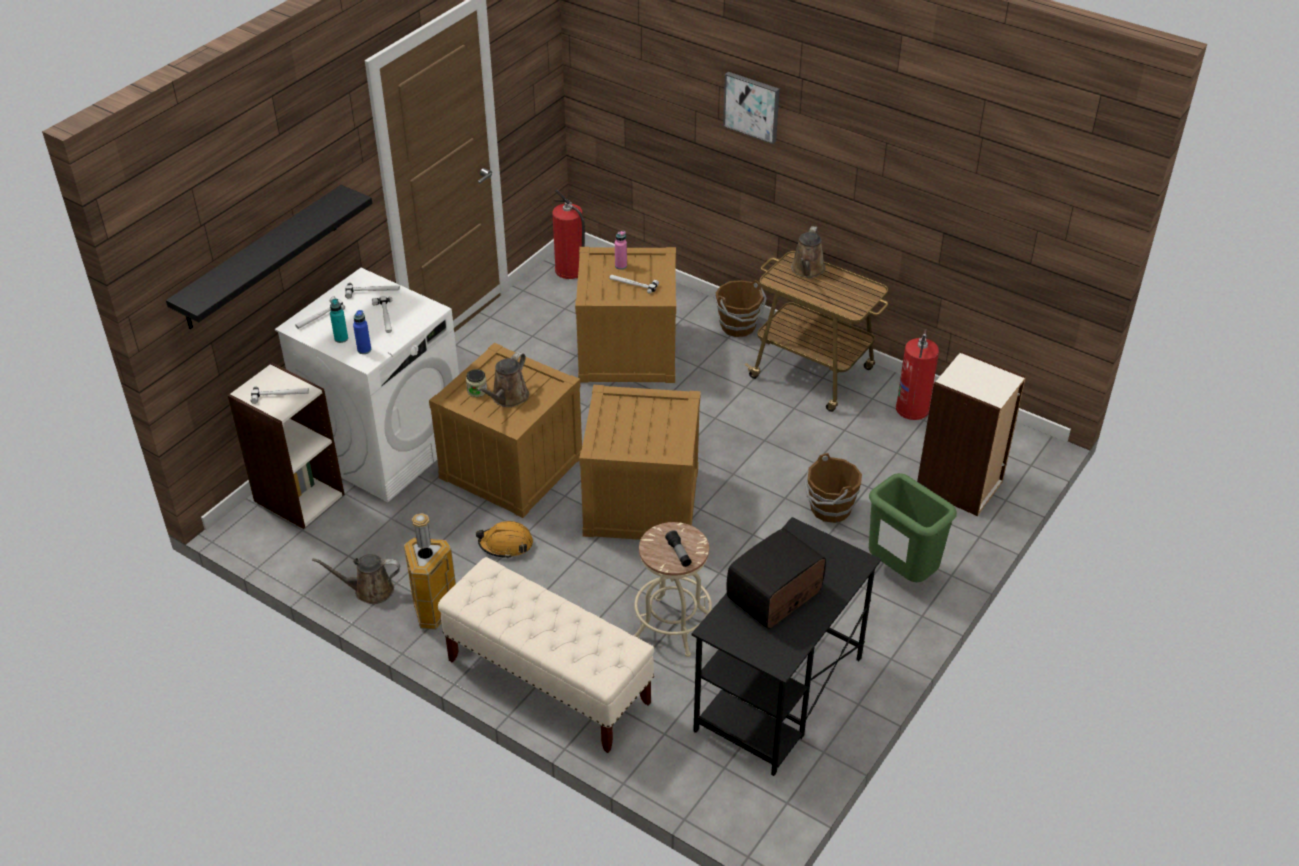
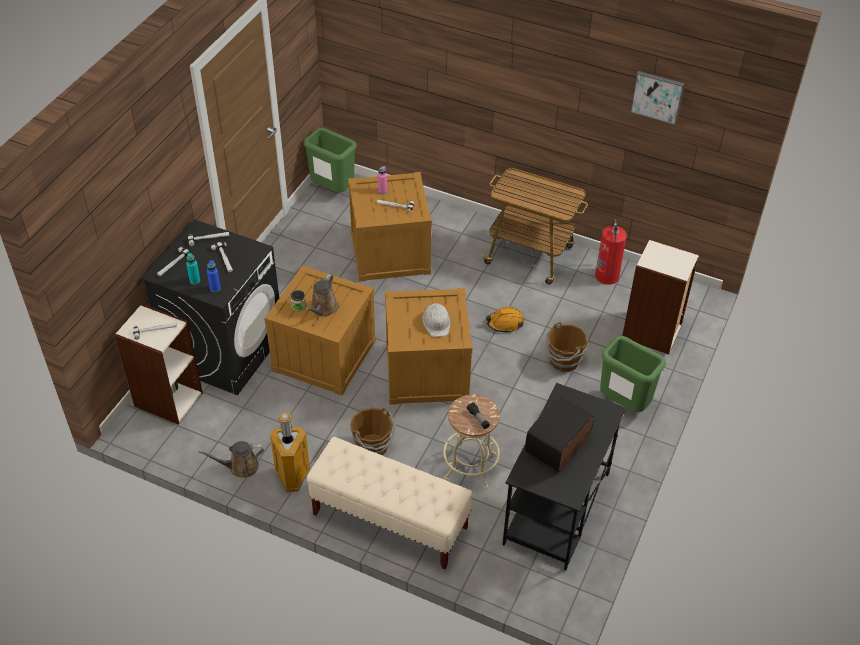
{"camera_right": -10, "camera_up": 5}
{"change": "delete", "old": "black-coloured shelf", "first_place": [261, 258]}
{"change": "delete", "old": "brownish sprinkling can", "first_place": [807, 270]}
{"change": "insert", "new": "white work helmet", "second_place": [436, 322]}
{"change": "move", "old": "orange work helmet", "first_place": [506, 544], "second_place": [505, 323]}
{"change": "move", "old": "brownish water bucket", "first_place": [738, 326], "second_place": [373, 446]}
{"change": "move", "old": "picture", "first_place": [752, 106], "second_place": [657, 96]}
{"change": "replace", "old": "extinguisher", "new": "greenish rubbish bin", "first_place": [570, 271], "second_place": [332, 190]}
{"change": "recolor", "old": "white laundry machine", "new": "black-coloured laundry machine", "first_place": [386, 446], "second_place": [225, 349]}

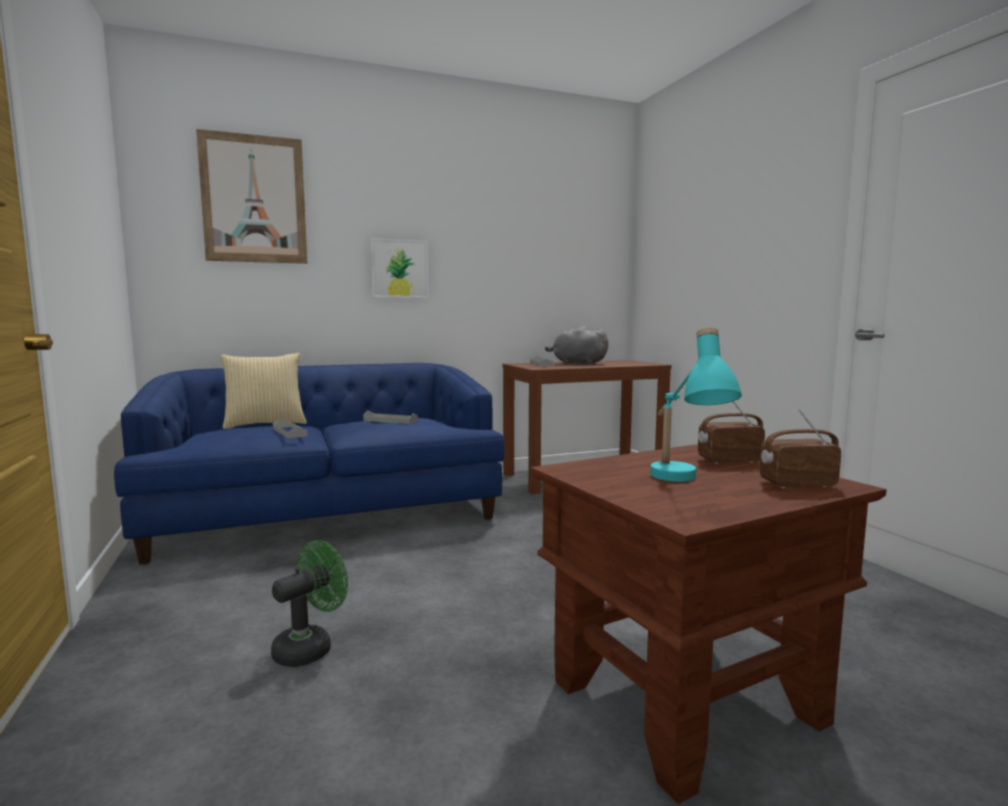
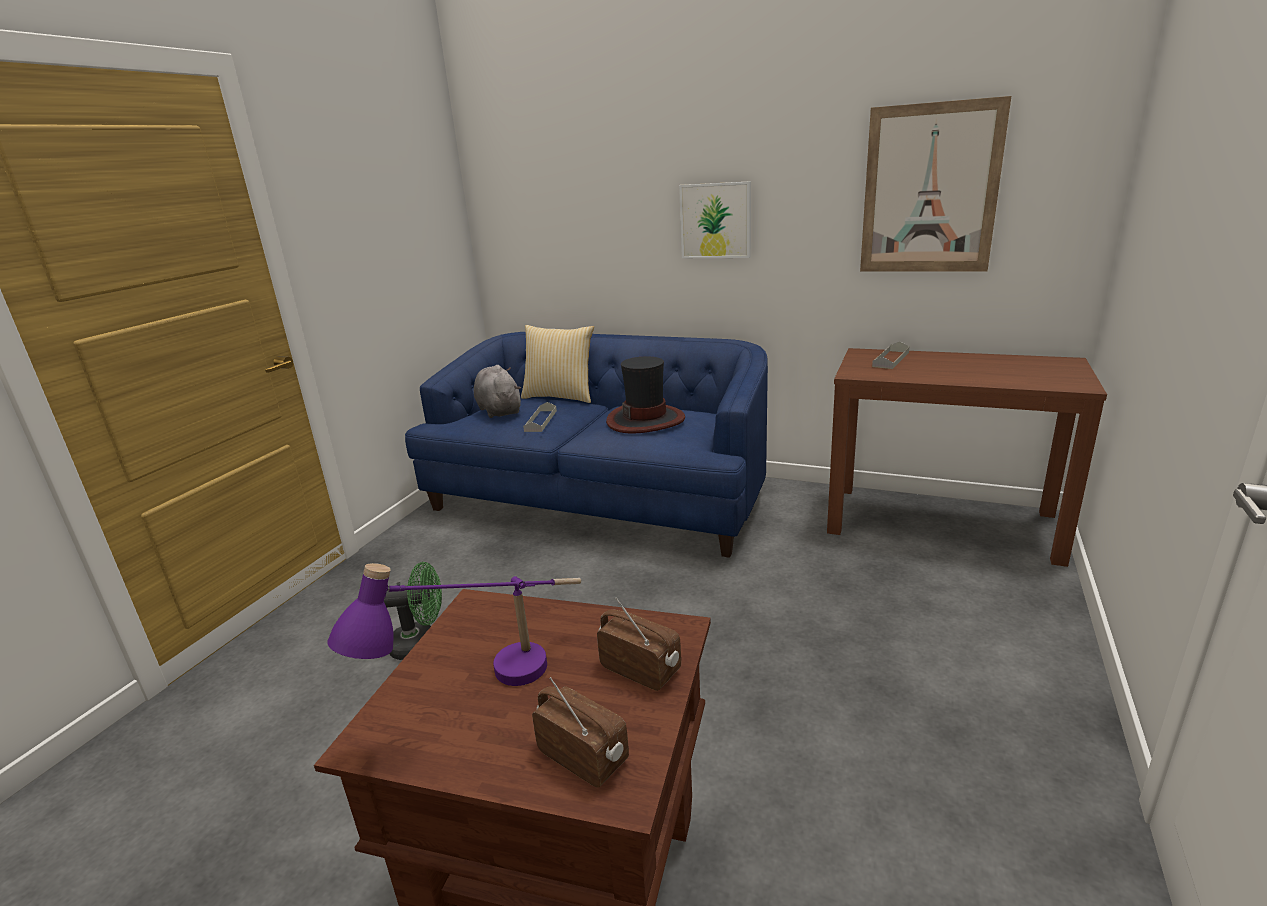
{"camera_right": 45, "camera_up": 15}
{"change": "move", "old": "picture", "first_place": [254, 199], "second_place": [929, 190]}
{"change": "move", "old": "greyish soft toy", "first_place": [577, 363], "second_place": [499, 410]}
{"change": "replace", "old": "greyish tray", "new": "hat", "first_place": [390, 420], "second_place": [646, 420]}
{"change": "recolor", "old": "blue-green table lamp", "new": "purple table lamp", "first_place": [680, 485], "second_place": [487, 688]}

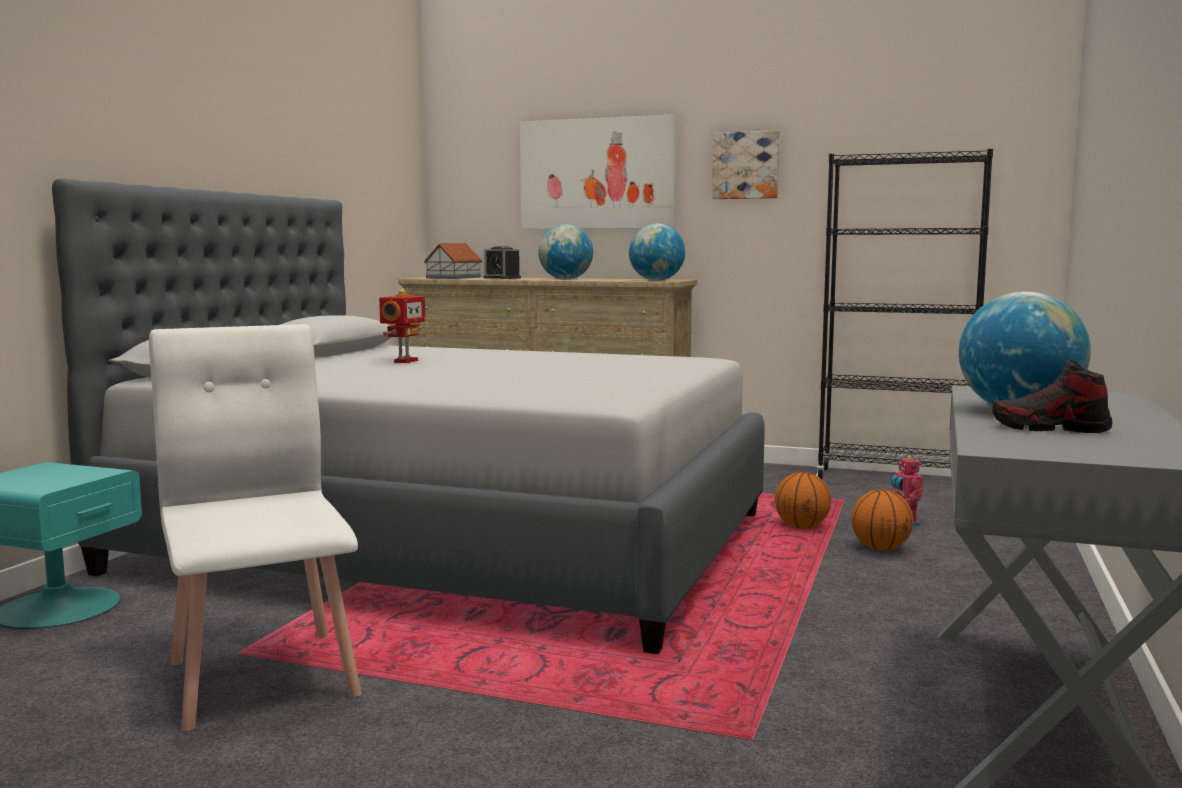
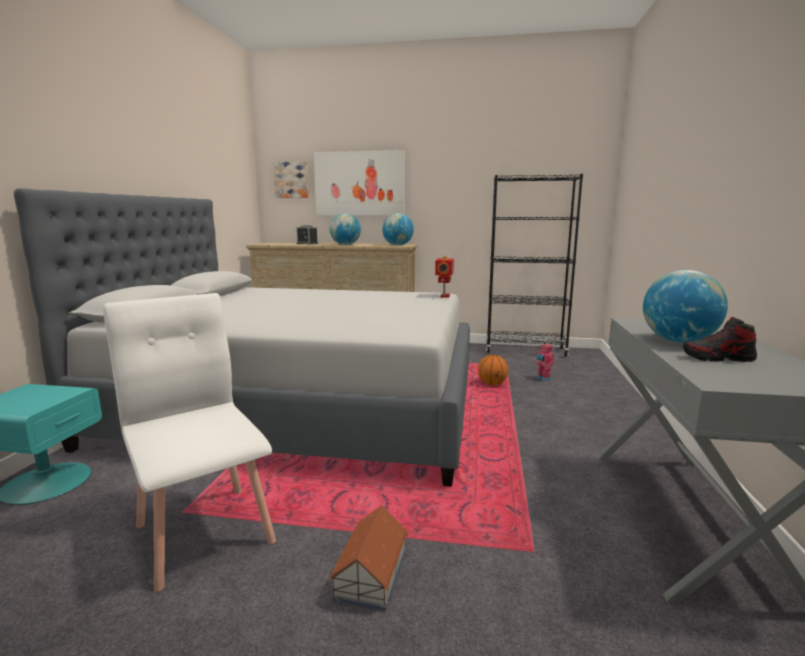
{"camera_right": -10, "camera_up": 5}
{"change": "delete", "old": "basketball", "first_place": [880, 548]}
{"change": "move", "old": "robot figure", "first_place": [404, 361], "second_place": [444, 296]}
{"change": "move", "old": "toy house", "first_place": [453, 278], "second_place": [370, 576]}
{"change": "move", "old": "picture", "first_place": [746, 165], "second_place": [292, 180]}

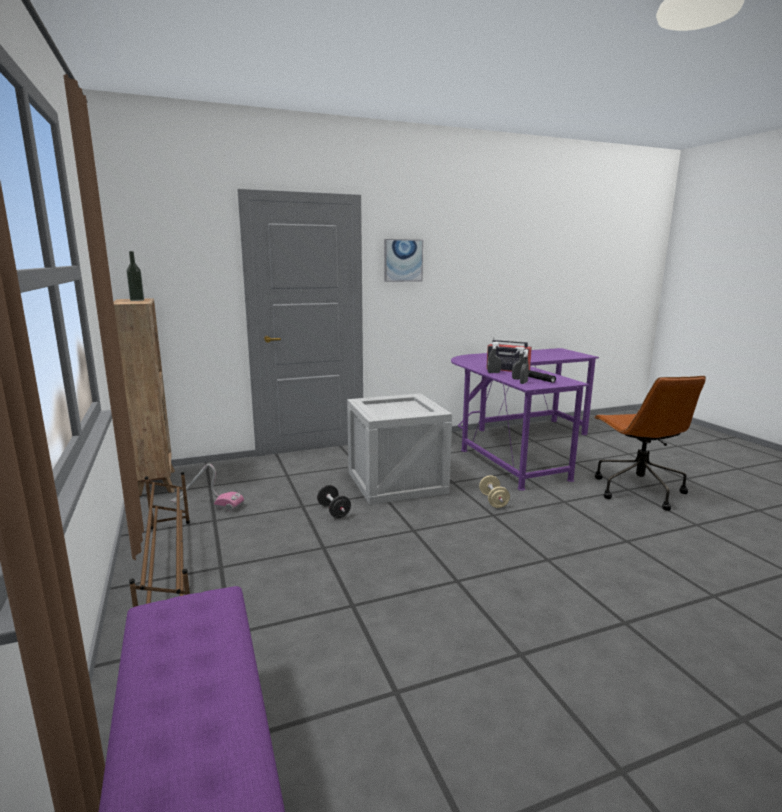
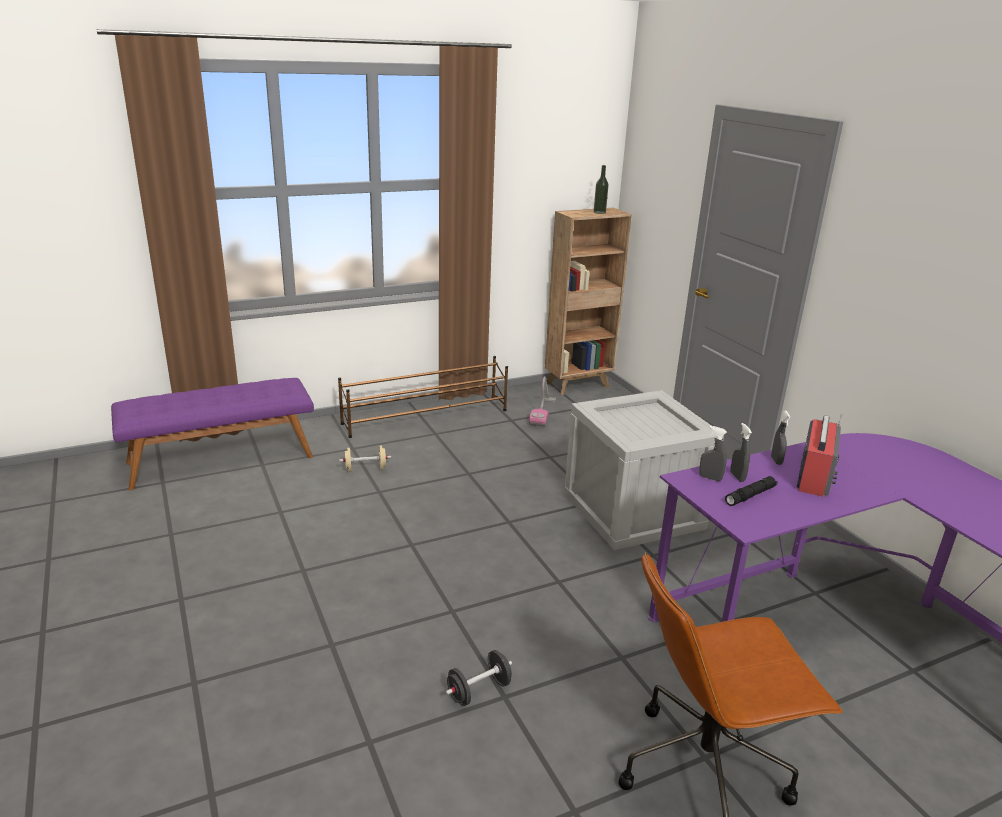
{"camera_right": 85, "camera_up": 10}
{"change": "delete", "old": "picture", "first_place": [403, 260]}
{"change": "move", "old": "black-coloured hand weight", "first_place": [334, 511], "second_place": [479, 691]}
{"change": "move", "old": "beige hand weight", "first_place": [493, 501], "second_place": [365, 469]}

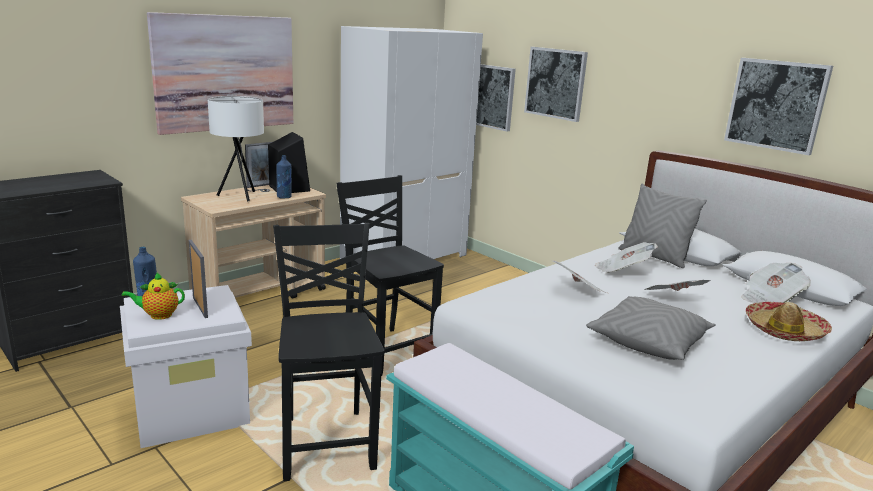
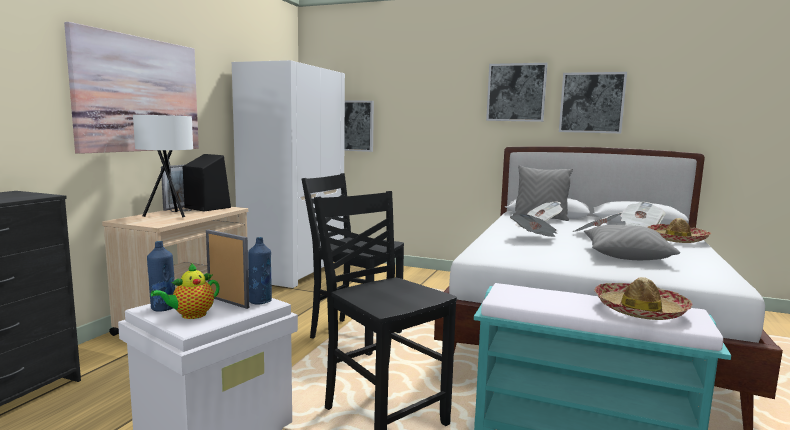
{"camera_right": -25, "camera_up": -10}
{"change": "insert", "new": "hat", "second_place": [639, 310]}
{"change": "move", "old": "bluish beverage bottle", "first_place": [284, 197], "second_place": [260, 301]}
{"change": "move", "old": "picture", "first_place": [555, 83], "second_place": [516, 92]}

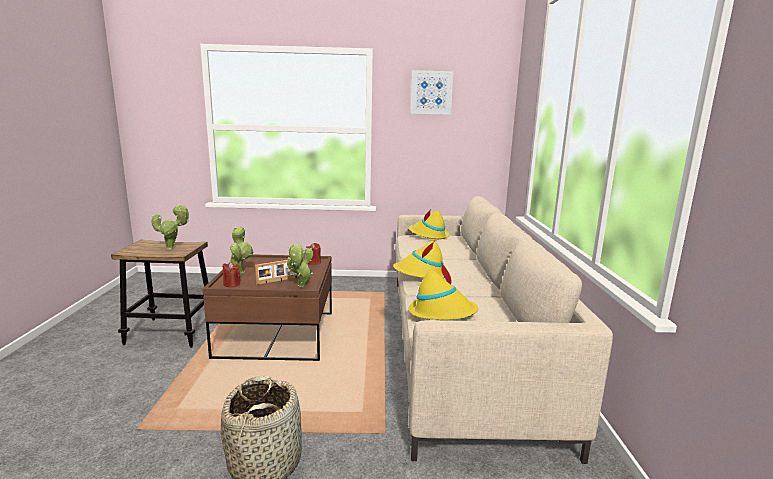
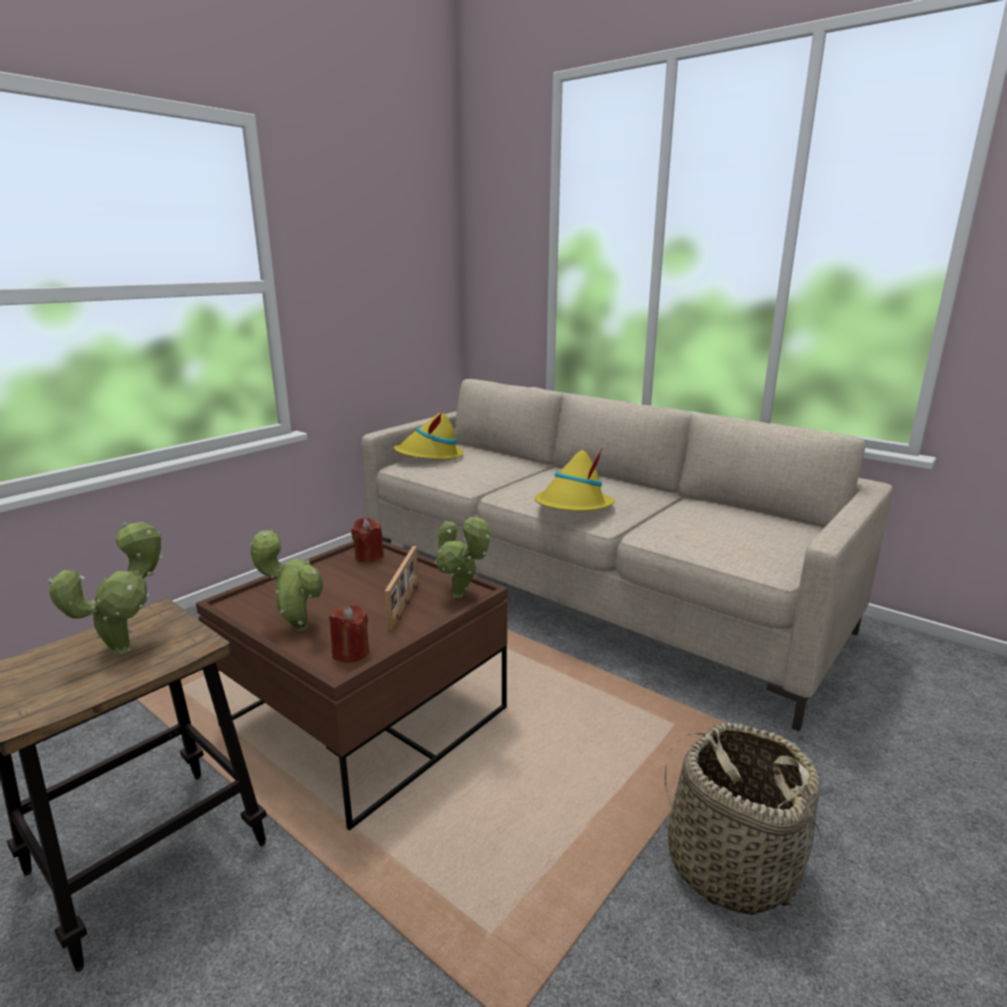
{"camera_right": -50, "camera_up": 5}
{"change": "delete", "old": "yellow hat", "first_place": [442, 313]}
{"change": "delete", "old": "picture", "first_place": [431, 92]}

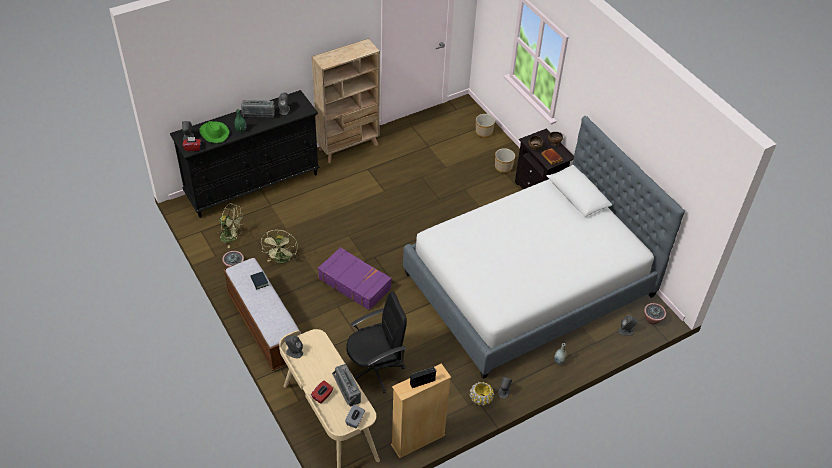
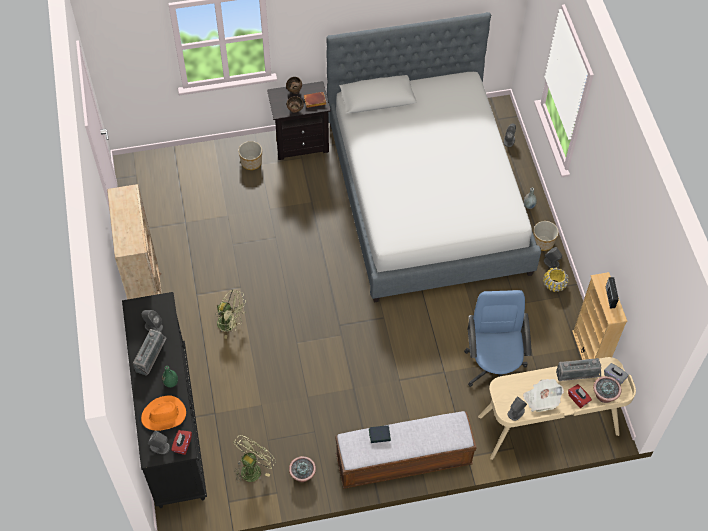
{"camera_right": -70, "camera_up": 10}
{"change": "delete", "old": "purple travel case", "first_place": [354, 283]}
{"change": "insert", "new": "printed paper", "second_place": [541, 399]}
{"change": "move", "old": "greenish fan", "first_place": [282, 260], "second_place": [231, 324]}
{"change": "move", "old": "planter", "first_place": [484, 132], "second_place": [543, 242]}
{"change": "move", "old": "houseplant", "first_place": [652, 319], "second_place": [604, 395]}
{"change": "recolor", "old": "greenish hat", "new": "orange hat", "first_place": [214, 133], "second_place": [164, 415]}
{"change": "recolor", "old": "black-coloured computer chair", "new": "bluish computer chair", "first_place": [375, 369], "second_place": [494, 366]}

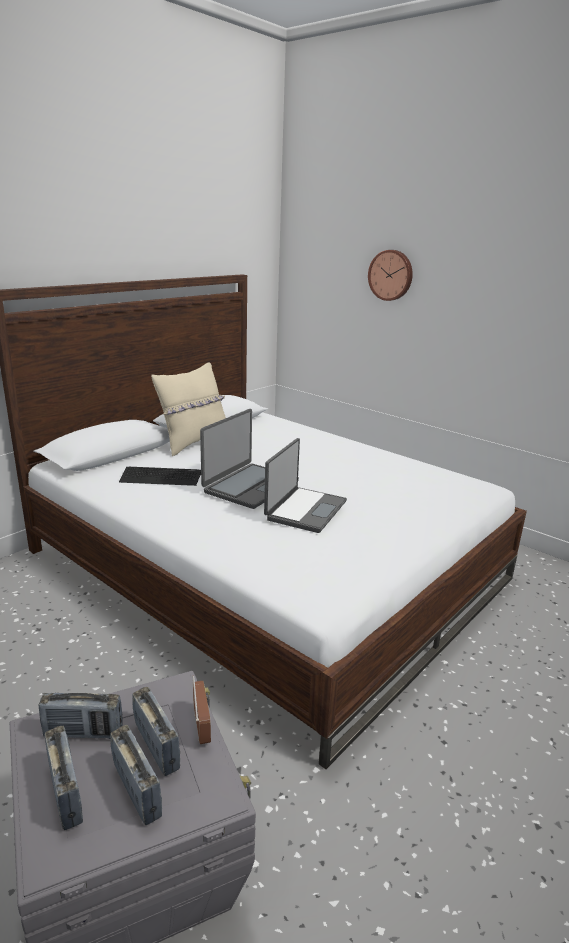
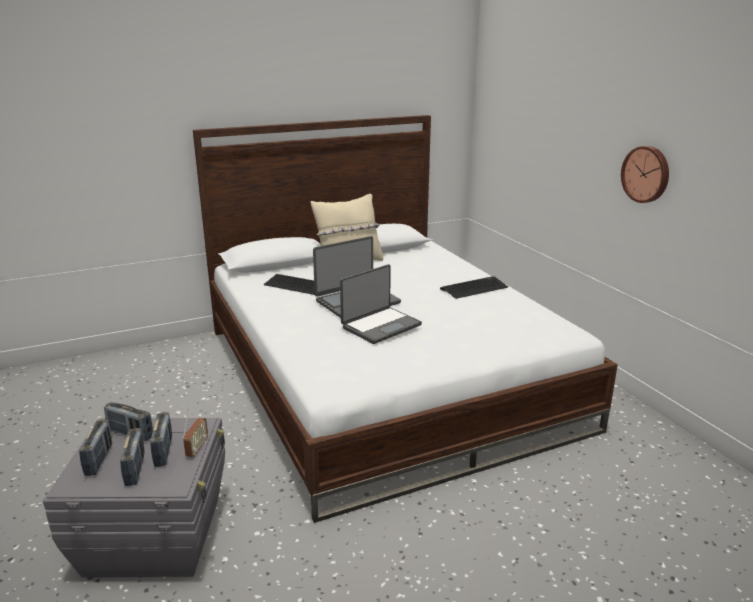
{"camera_right": 25, "camera_up": 0}
{"change": "insert", "new": "keyboard", "second_place": [474, 288]}
{"change": "move", "old": "hanging clock", "first_place": [391, 275], "second_place": [646, 174]}

